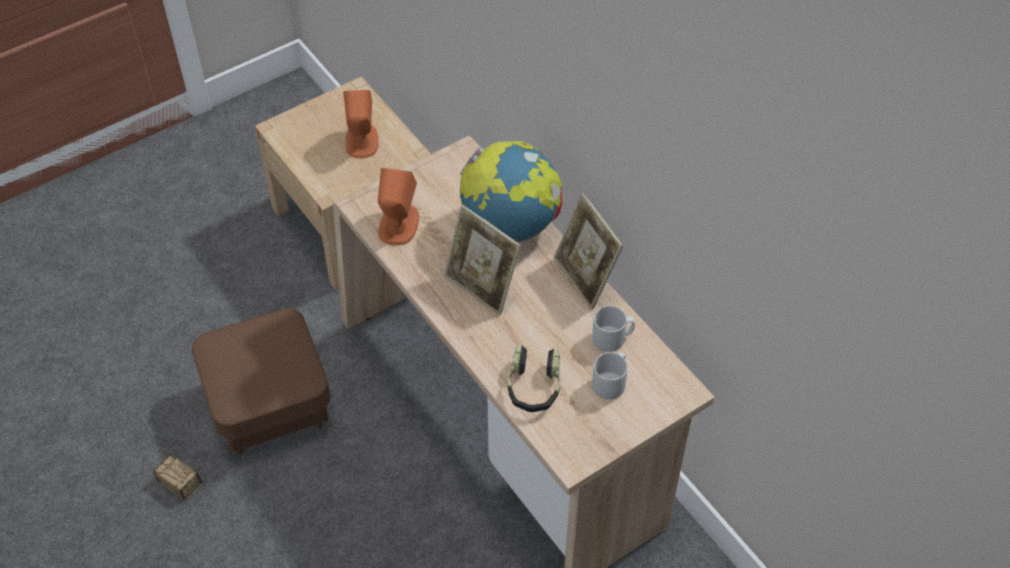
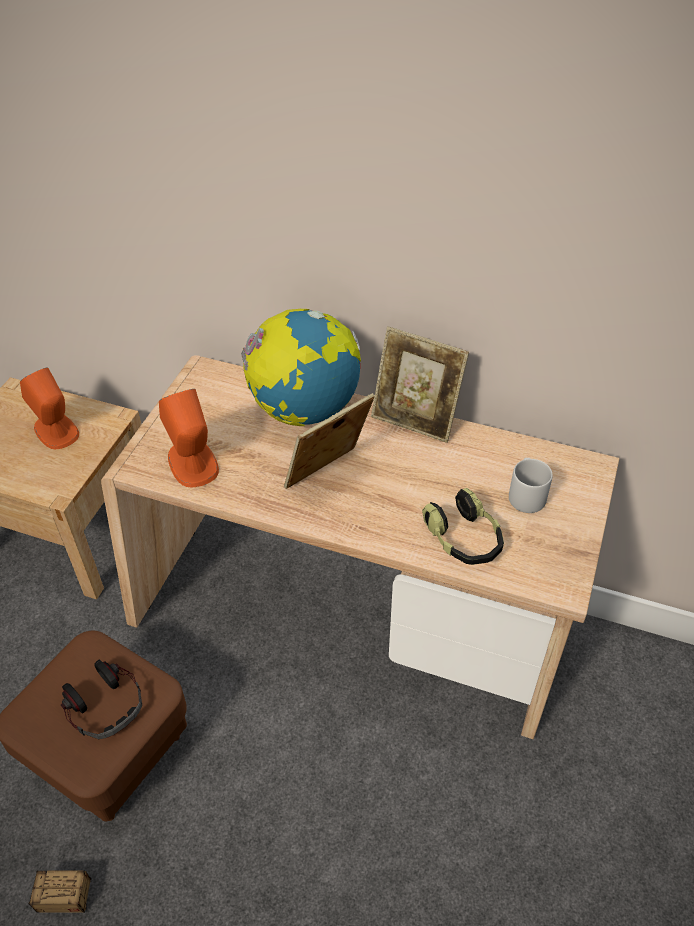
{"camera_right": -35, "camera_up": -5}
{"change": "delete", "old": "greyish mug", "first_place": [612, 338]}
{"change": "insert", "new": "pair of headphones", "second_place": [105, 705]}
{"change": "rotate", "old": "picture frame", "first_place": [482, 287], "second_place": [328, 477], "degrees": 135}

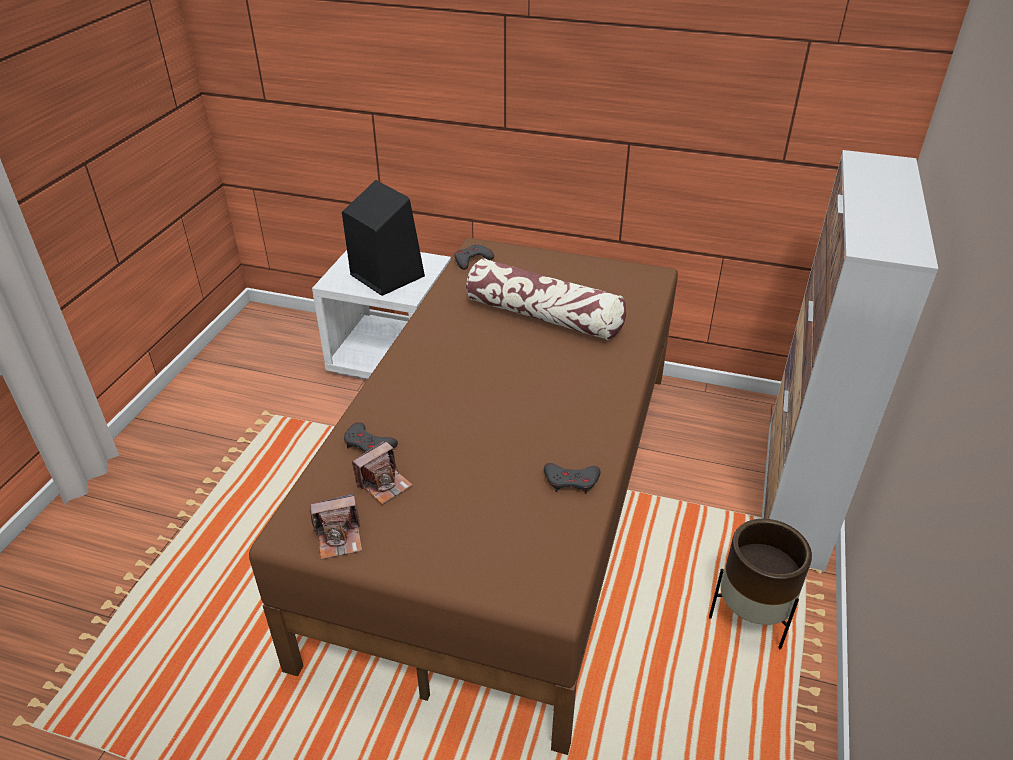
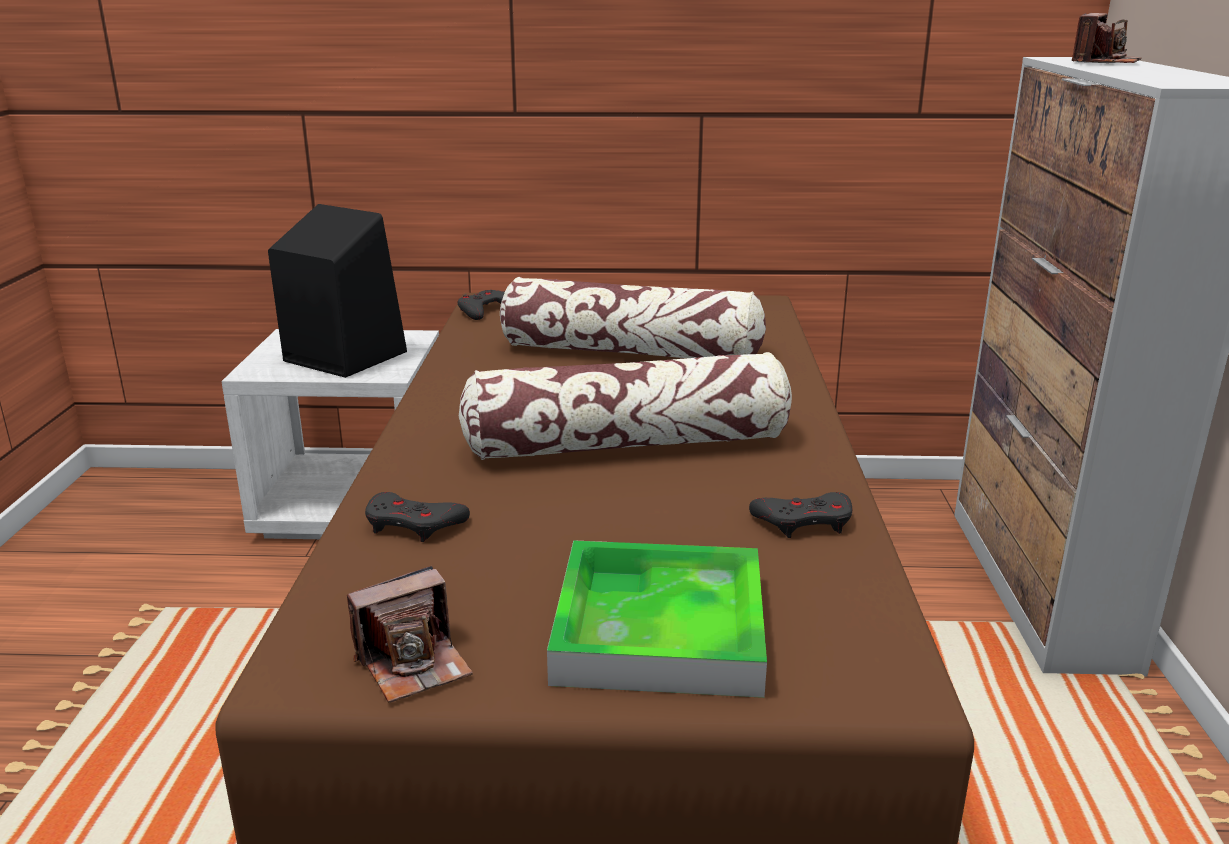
{"camera_right": -15, "camera_up": -15}
{"change": "delete", "old": "brownish planter", "first_place": [749, 617]}
{"change": "insert", "new": "cushion", "second_place": [628, 444]}
{"change": "insert", "new": "tray", "second_place": [660, 628]}
{"change": "move", "old": "still camera", "first_place": [384, 484], "second_place": [1104, 62]}

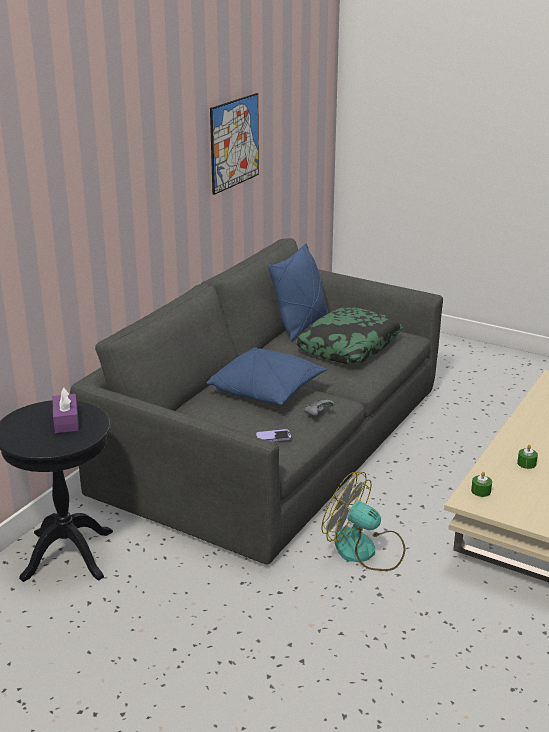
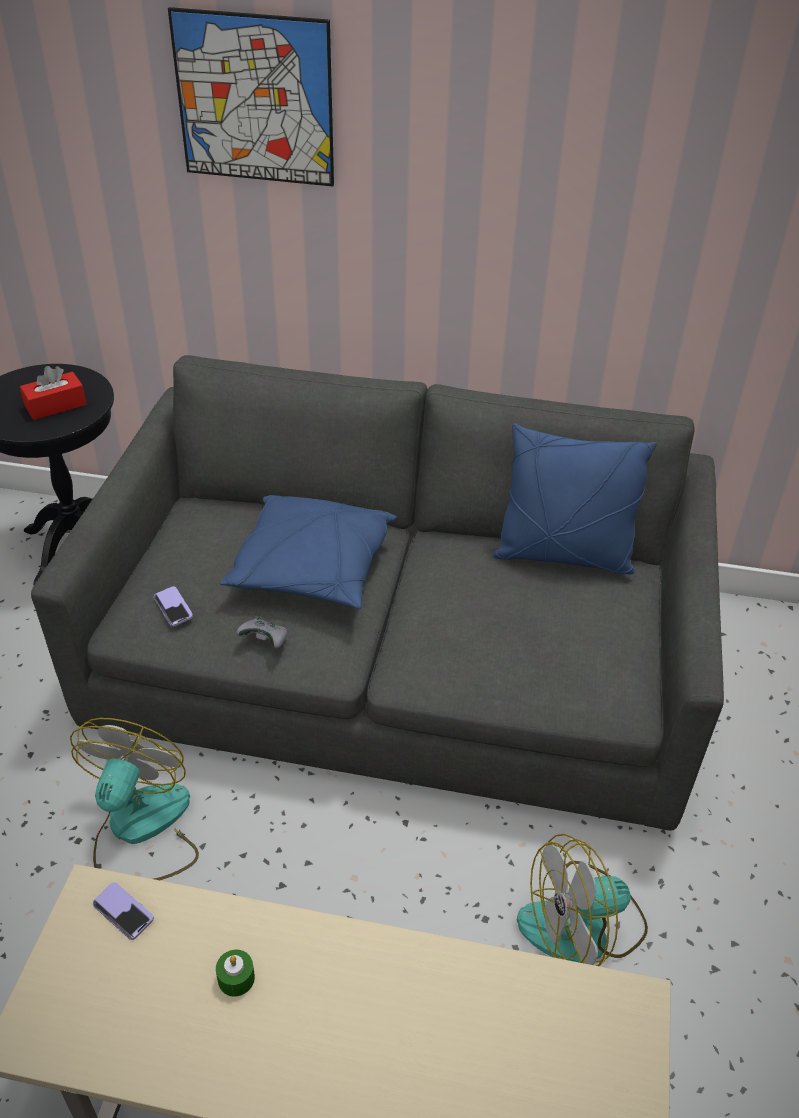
{"camera_right": 70, "camera_up": 15}
{"change": "delete", "old": "cushion", "first_place": [349, 346]}
{"change": "insert", "new": "fan", "second_place": [582, 927]}
{"change": "move", "old": "picture", "first_place": [234, 143], "second_place": [254, 99]}
{"change": "replace", "old": "greenish candle", "new": "handset", "first_place": [481, 491], "second_place": [123, 912]}
{"change": "recolor", "old": "purple tissue holder", "new": "red-coloured tissue holder", "first_place": [66, 421], "second_place": [55, 405]}

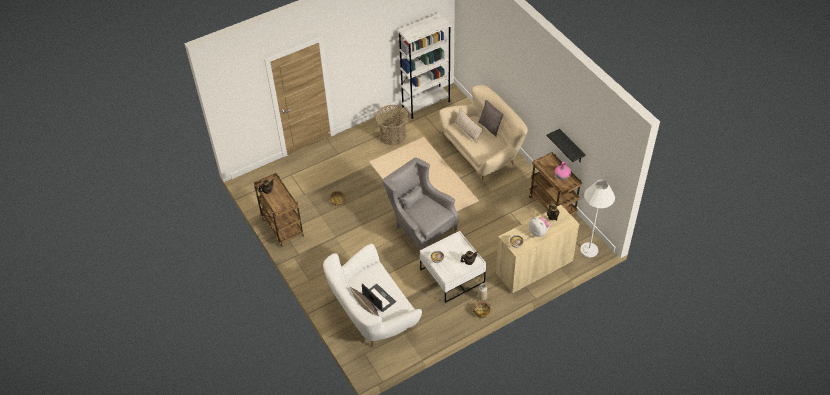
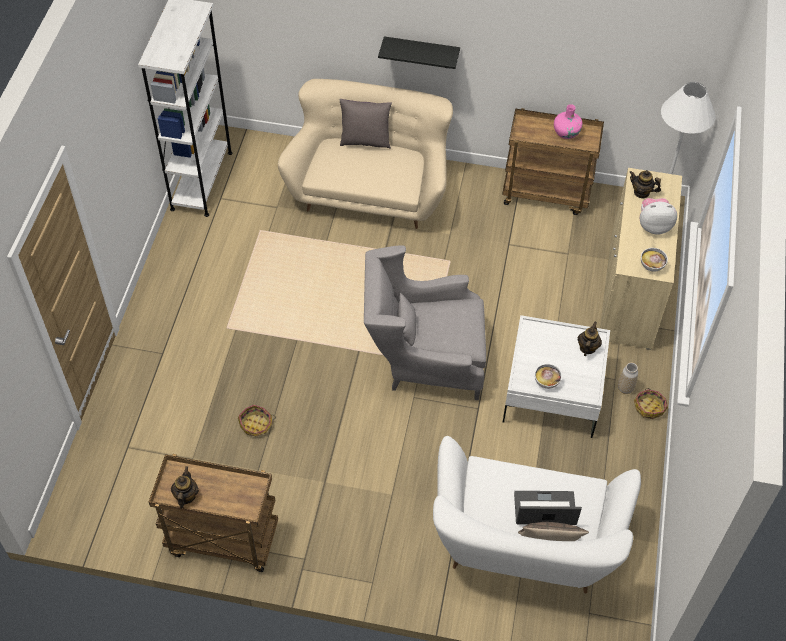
{"camera_right": -50, "camera_up": 5}
{"change": "delete", "old": "household basket", "first_place": [393, 135]}
{"change": "delete", "old": "beige cushion", "first_place": [467, 131]}
{"change": "move", "old": "black-coloured shelf", "first_place": [571, 147], "second_place": [421, 52]}

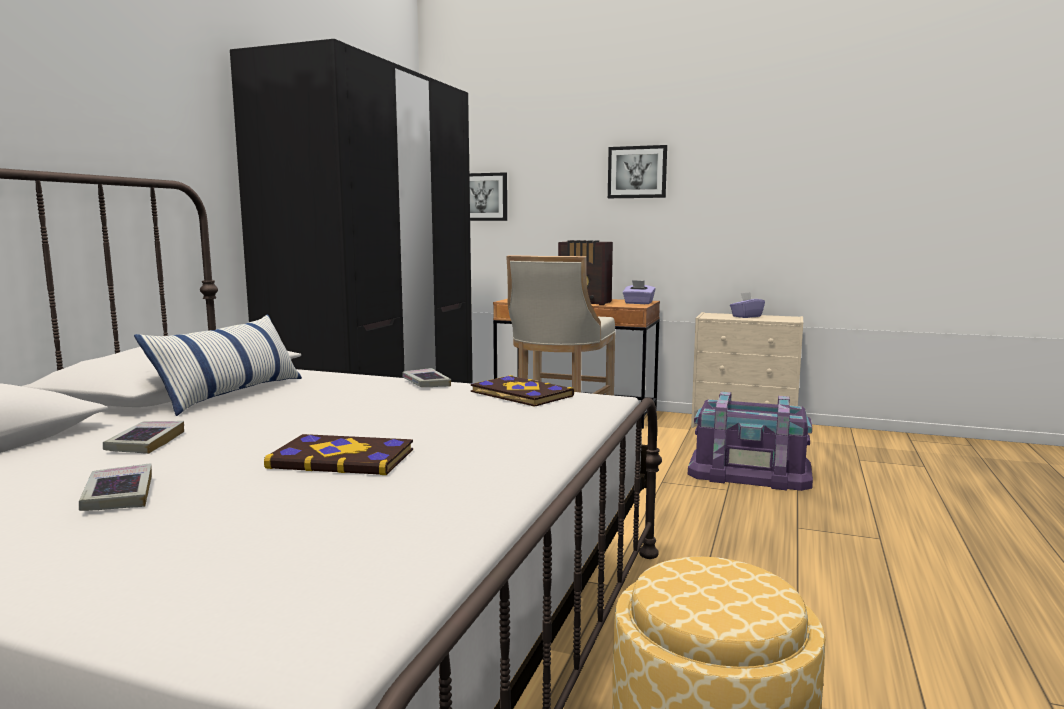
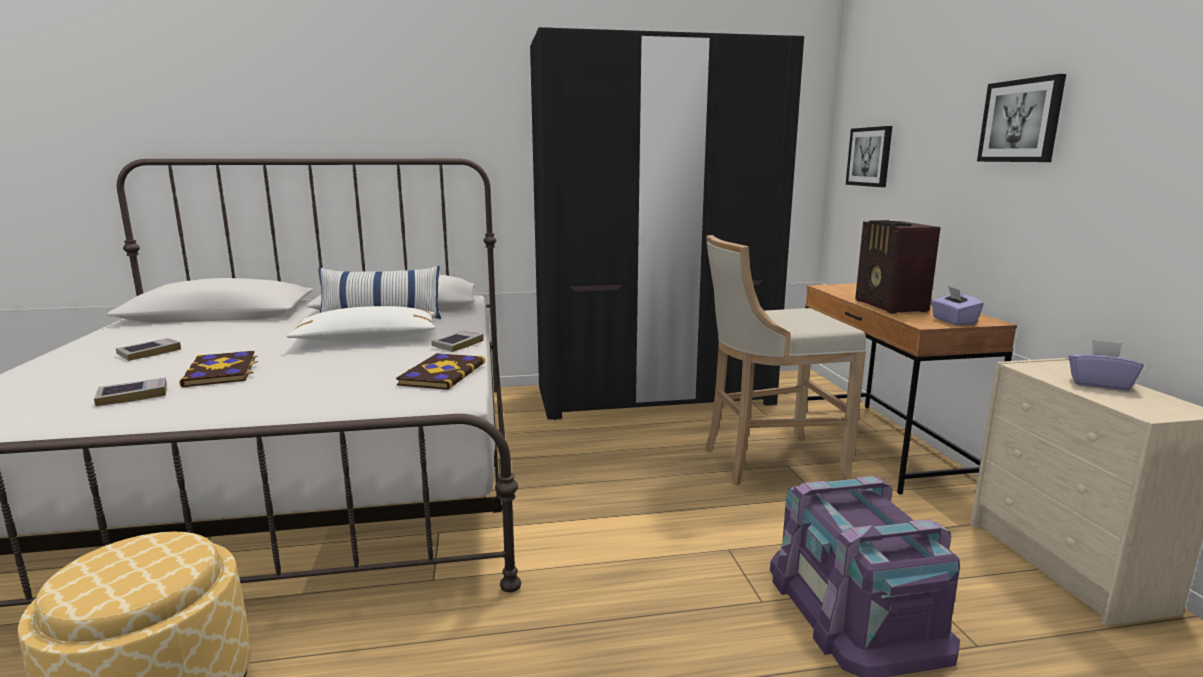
{"camera_right": 60, "camera_up": 5}
{"change": "insert", "new": "white cushion", "second_place": [367, 339]}
{"change": "move", "old": "book", "first_place": [146, 443], "second_place": [133, 396]}

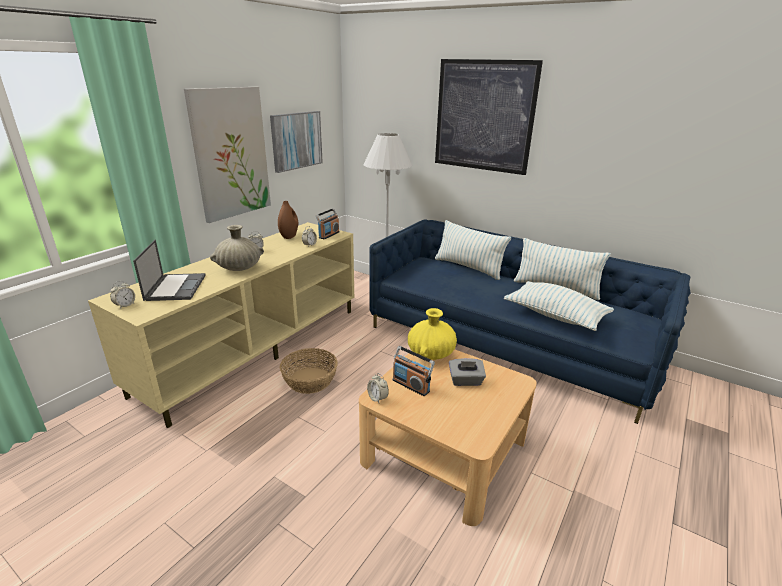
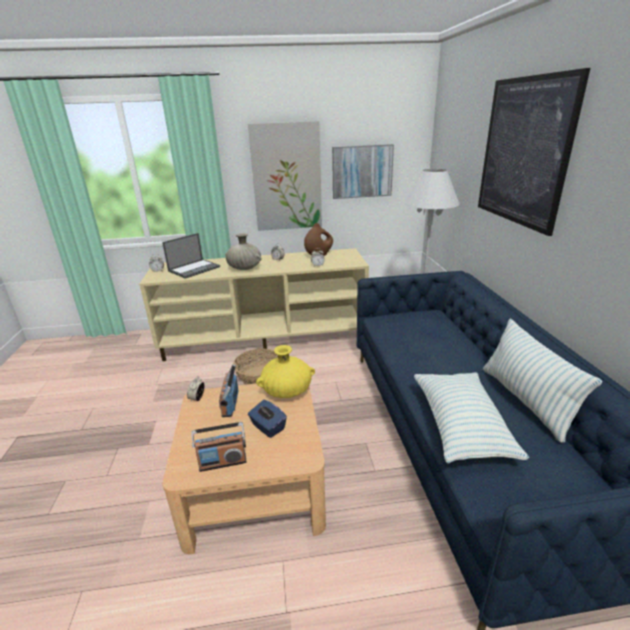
{"camera_right": 50, "camera_up": 0}
{"change": "delete", "old": "cushion", "first_place": [468, 267]}
{"change": "move", "old": "radio set", "first_place": [328, 235], "second_place": [223, 462]}
{"change": "recolor", "old": "greyish tissue holder", "new": "bluish tissue holder", "first_place": [465, 381], "second_place": [268, 427]}

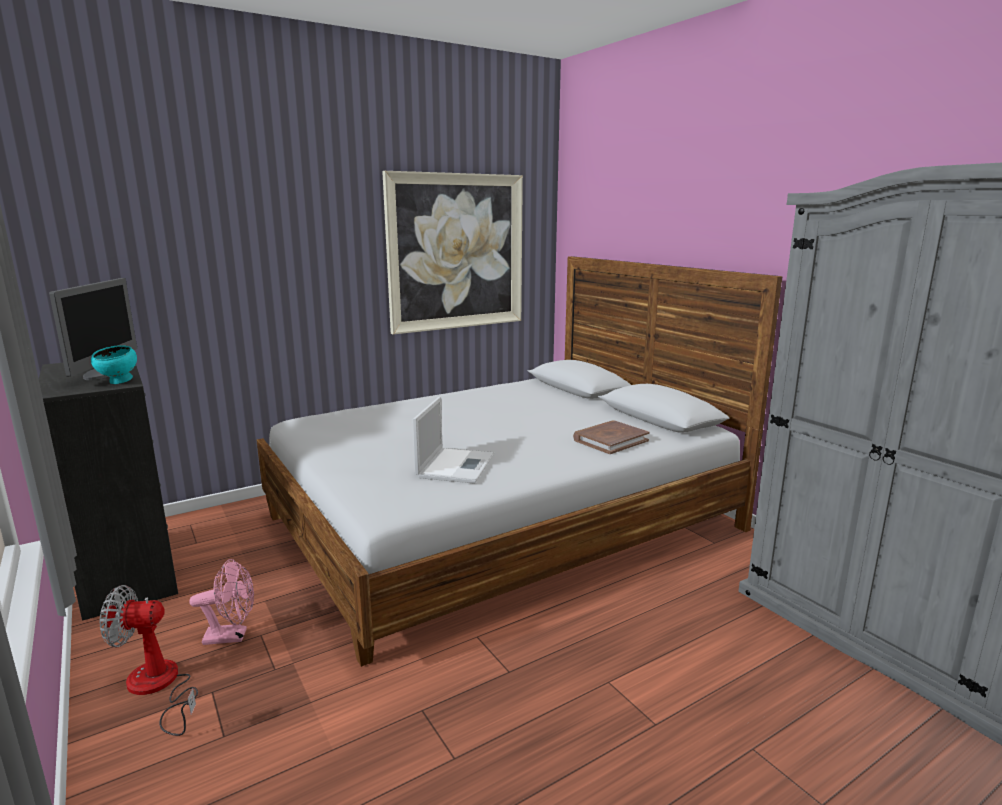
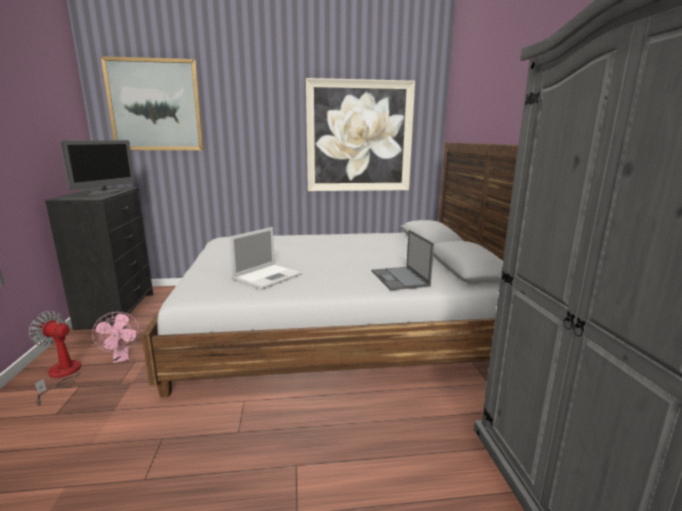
{"camera_right": 25, "camera_up": 0}
{"change": "delete", "old": "blue-green deep dish", "first_place": [119, 382]}
{"change": "insert", "new": "picture", "second_place": [155, 105]}
{"change": "replace", "old": "brownish book", "new": "laptop", "first_place": [610, 440], "second_place": [400, 278]}
{"change": "rotate", "old": "pink-coloured fan", "first_place": [232, 636], "second_place": [121, 358], "degrees": 45}

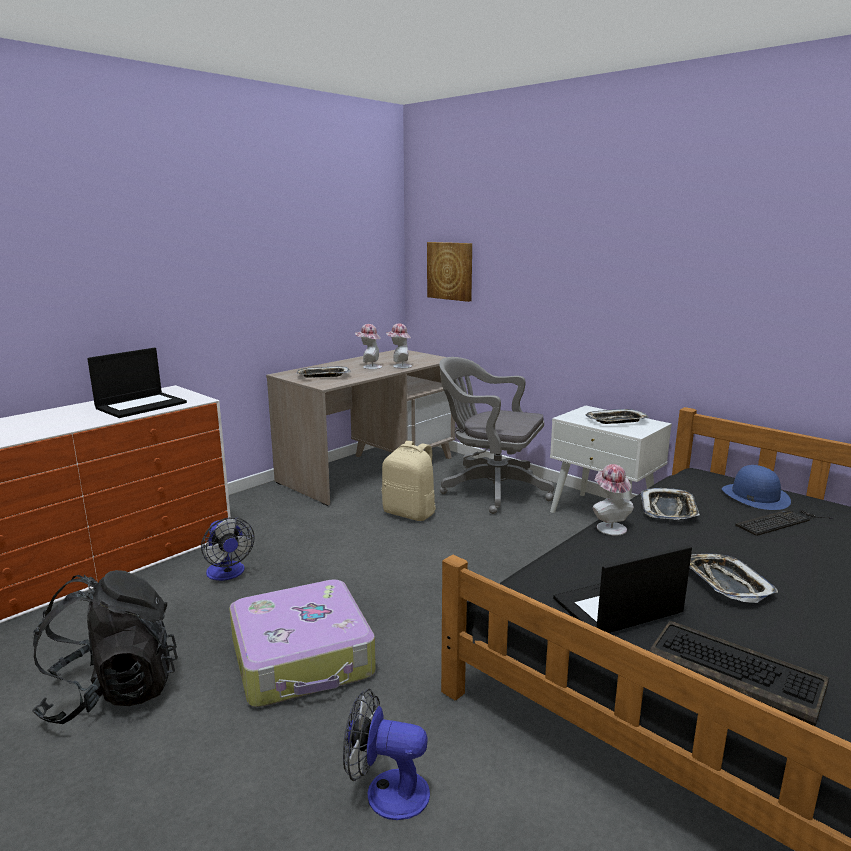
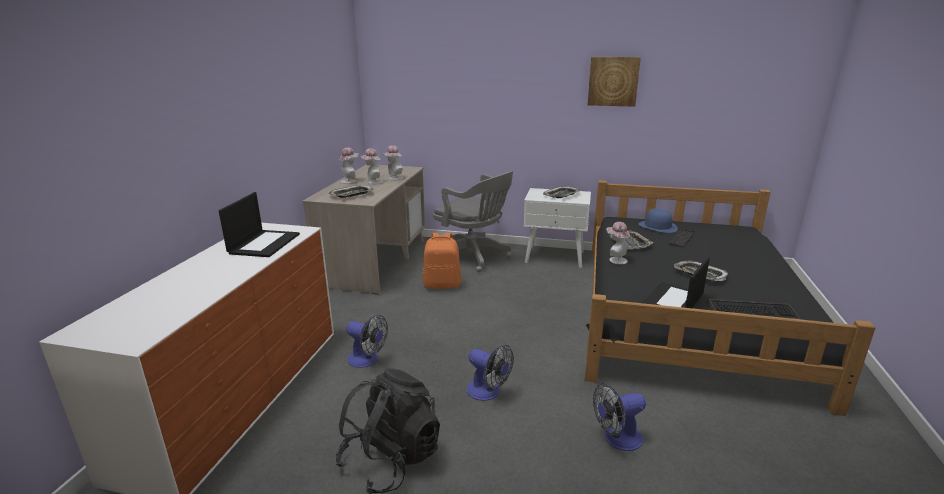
{"camera_right": -30, "camera_up": 5}
{"change": "insert", "new": "hat", "second_place": [350, 181]}
{"change": "move", "old": "picture", "first_place": [450, 271], "second_place": [613, 81]}
{"change": "replace", "old": "travel case", "new": "fan", "first_place": [303, 658], "second_place": [488, 392]}
{"change": "recolor", "old": "beige rucksack", "new": "orange rucksack", "first_place": [410, 513], "second_place": [442, 285]}
{"change": "rotate", "old": "greyish computer chair", "first_place": [490, 489], "second_place": [474, 257], "degrees": -135}

